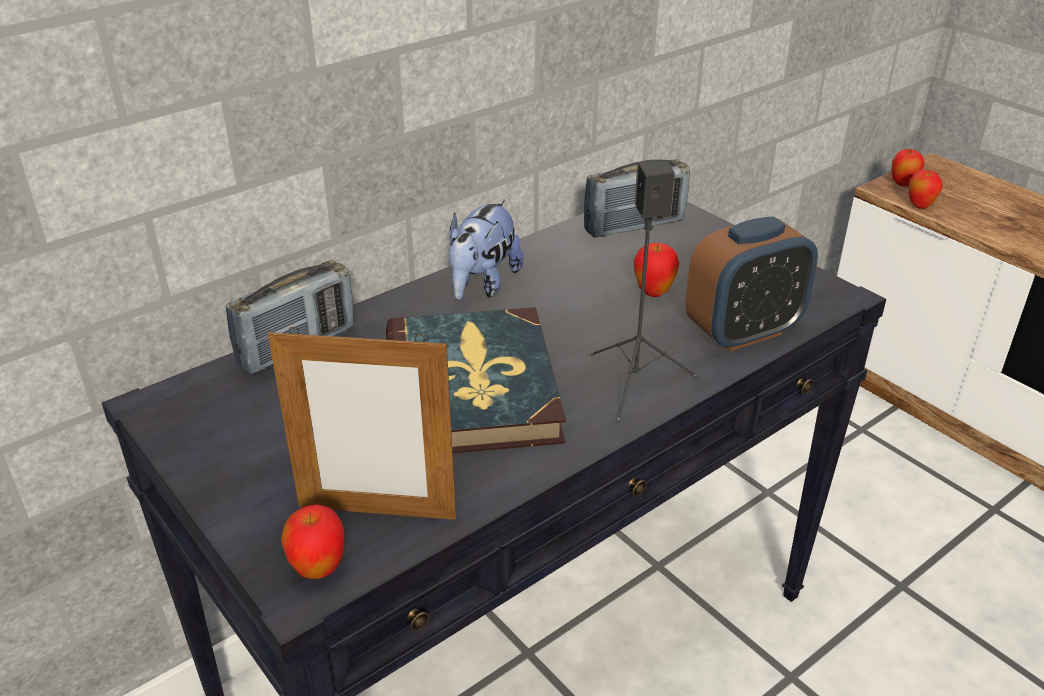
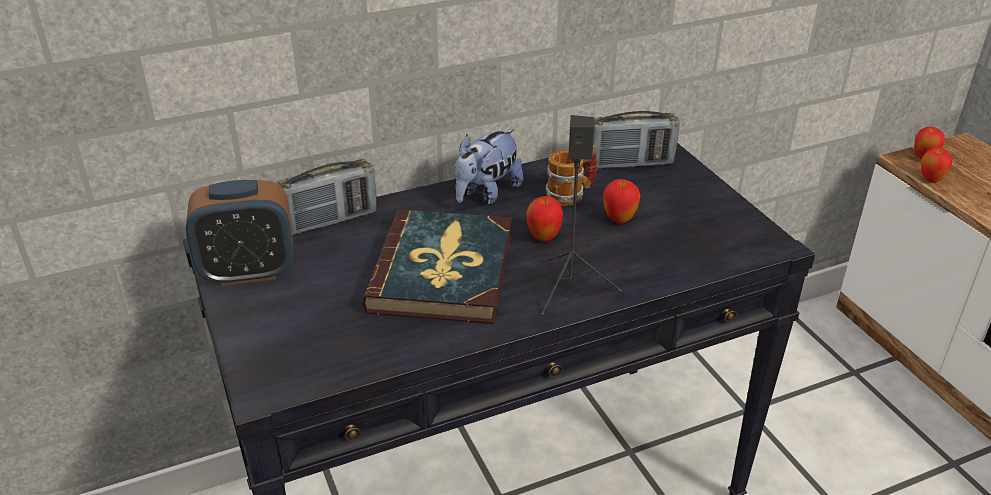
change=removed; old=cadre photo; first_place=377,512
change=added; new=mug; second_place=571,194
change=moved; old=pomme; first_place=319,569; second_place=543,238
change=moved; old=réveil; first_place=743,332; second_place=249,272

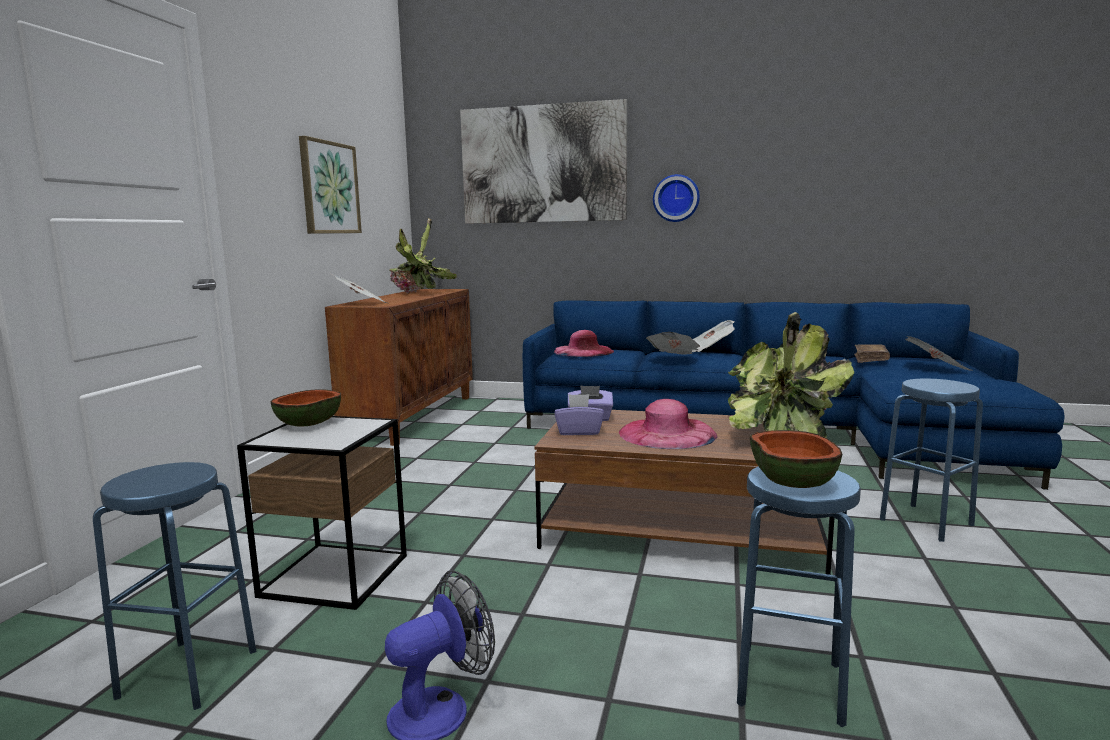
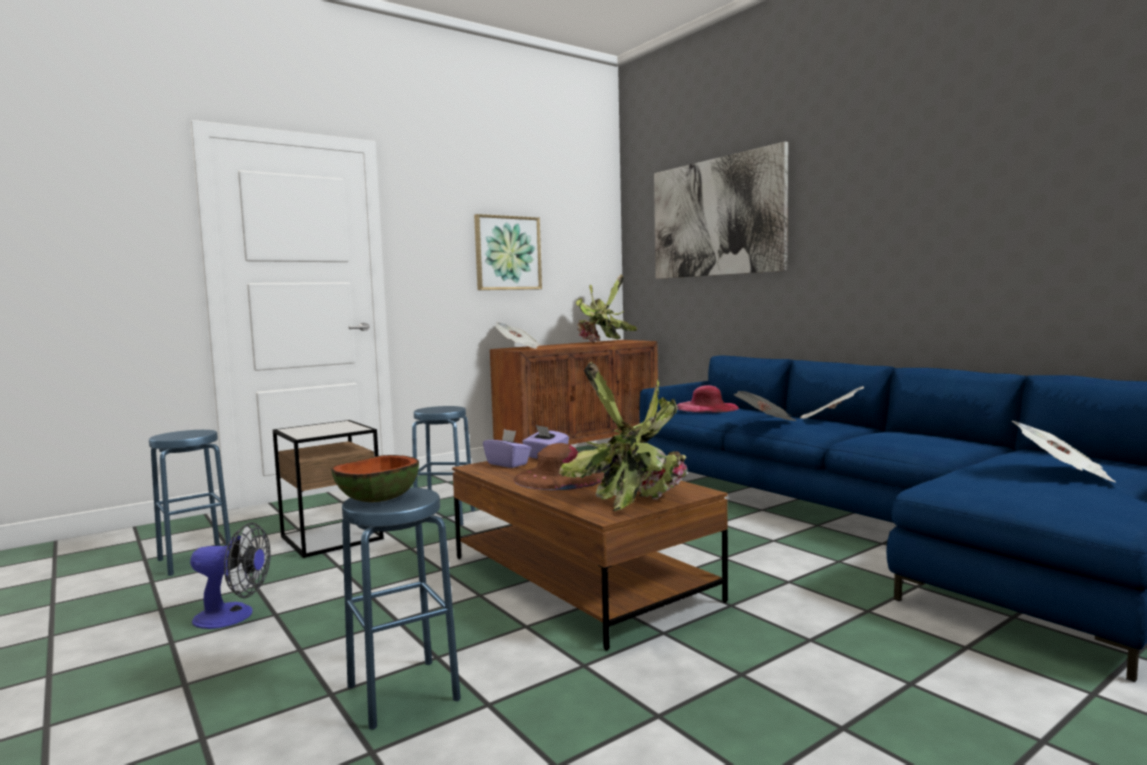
change=removed; old=bol; first_place=309,424
change=removed; old=horloge murale; first_place=676,198
change=removed; old=livre [marron]; first_place=870,359
change=moved; old=tabouret [bleu]; first_place=926,522; second_place=445,517
change=recoloured; old=chapeau [rose]; new=chapeau [marron]; first_place=667,433; second_place=560,477

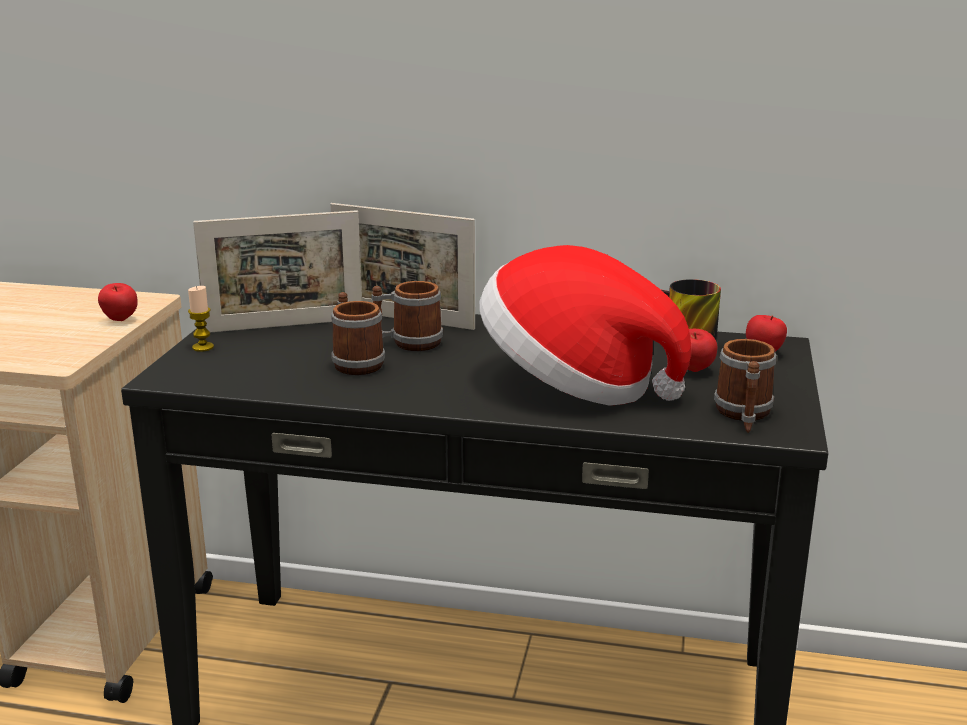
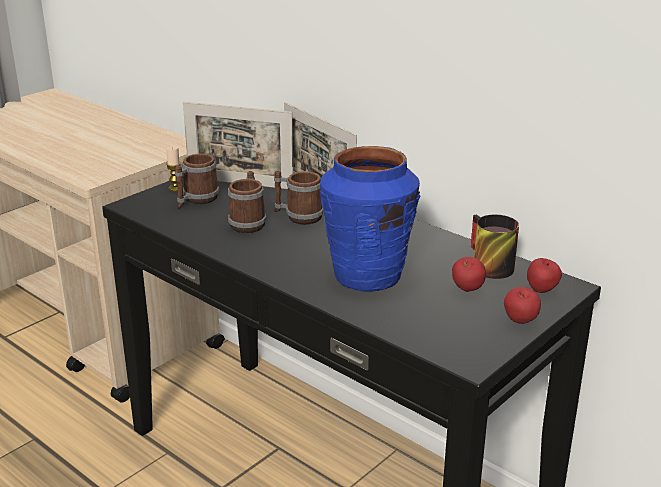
change=moved; old=pomme; first_place=120,320; second_place=520,322
change=moved; old=mug; first_place=743,415; second_place=196,200
change=replaced; old=chapeau; new=vase [bleu]; first_place=574,383; second_place=367,276

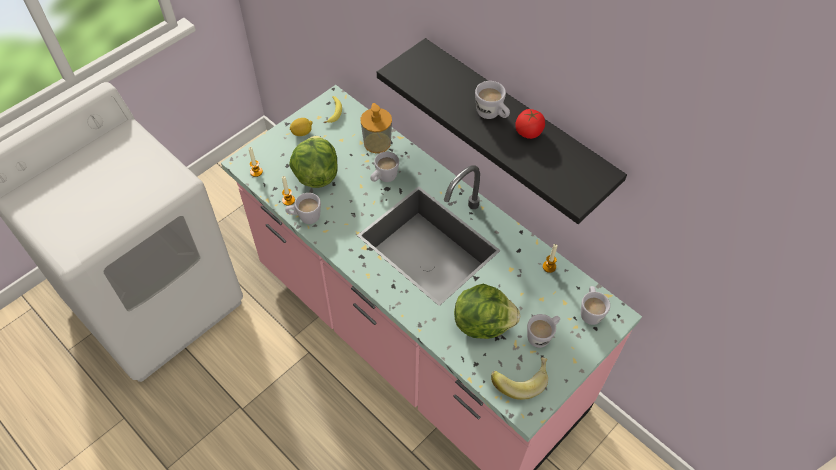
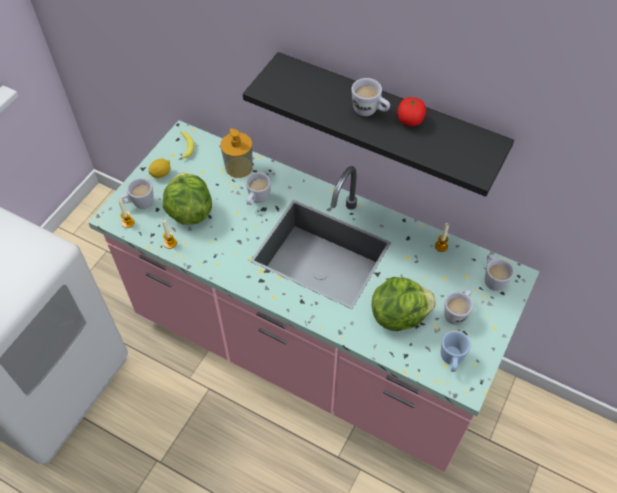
change=moved; old=mug [blanc]; first_place=305,217; second_place=139,204
change=replaced; old=banane; new=mug [bleu]; first_place=519,380; second_place=451,360

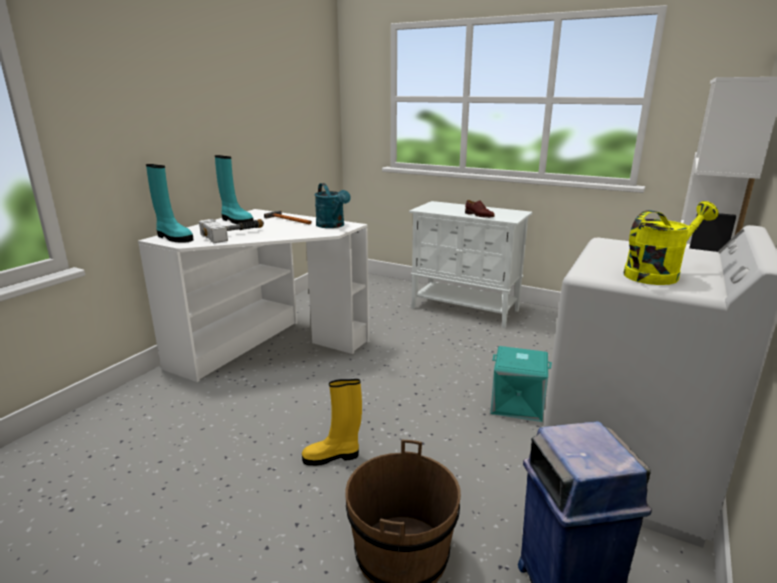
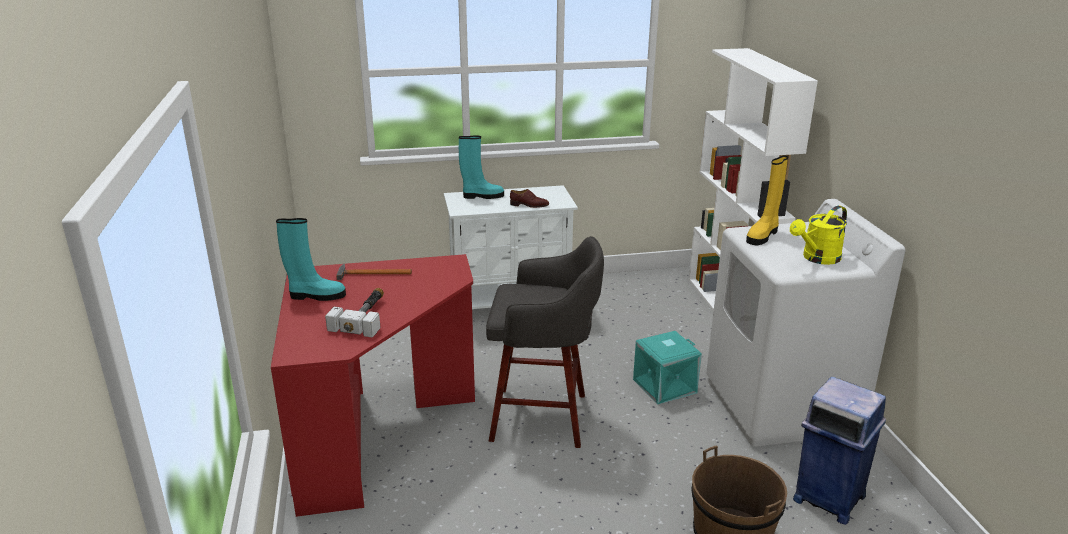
change=removed; old=arrosoir [turquoise]; first_place=332,226
change=added; new=tabouret [gris]; second_place=543,417
change=moved; old=botte [turquoise]; first_place=173,238; second_place=482,196
change=moved; old=botte [jaune]; first_place=332,456; second_place=763,235
change=recoloured; old=bureau [blanc]; new=bureau [rouge]; first_place=268,347; second_place=378,434
change=turned; old=arrosoir [jaune]; first_place=657,274; second_place=817,258; degrees=-150

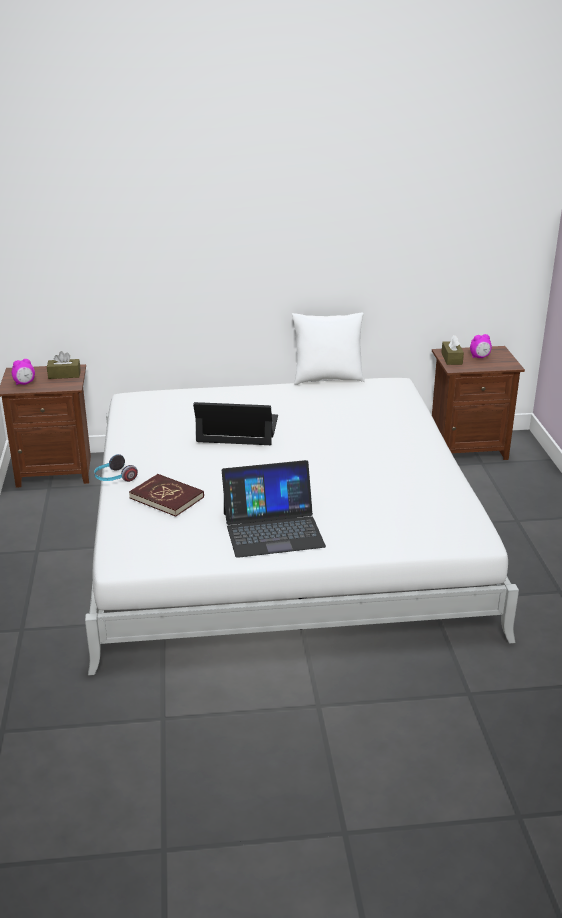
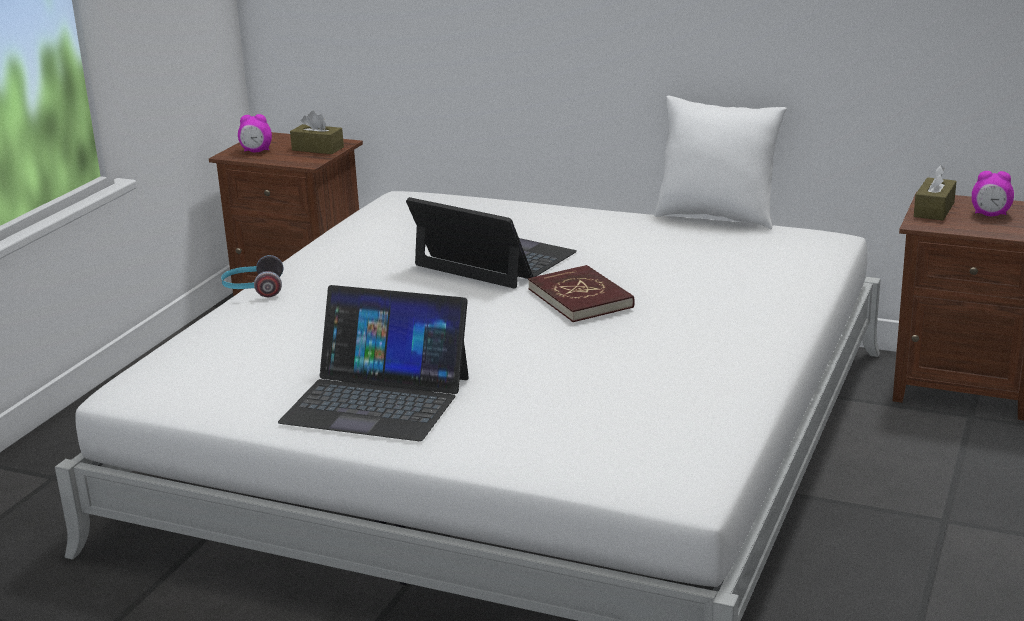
change=moved; old=livre [rouge]; first_place=167,497; second_place=581,298

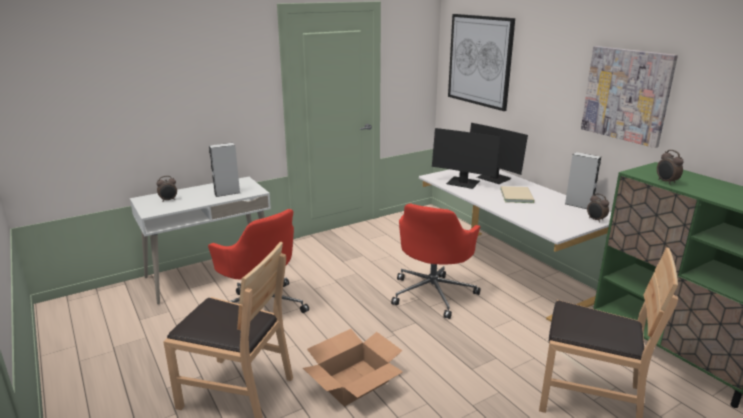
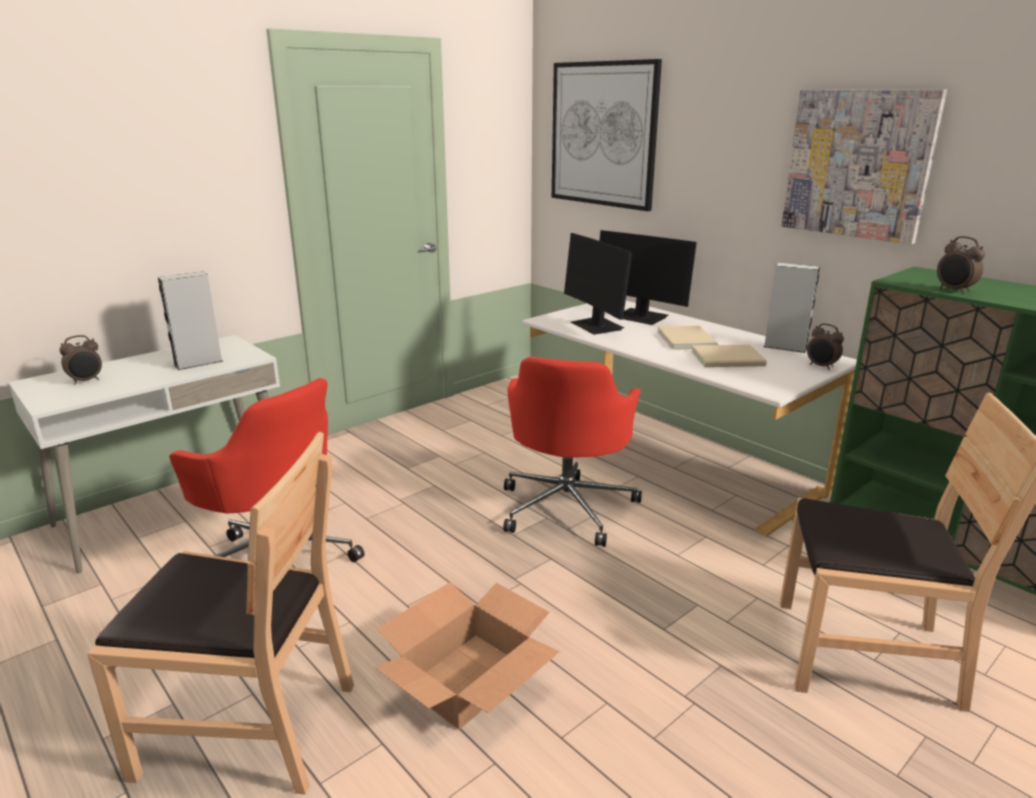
change=added; new=livre [beige]; second_place=730,359
change=turned; old=écran d'ordinateur; first_place=463,183; second_place=596,326; degrees=45

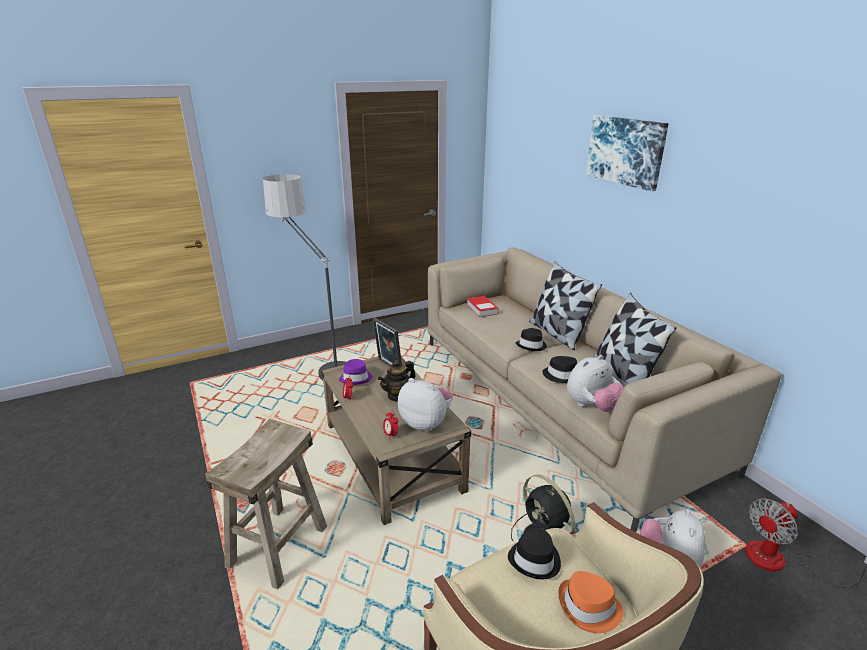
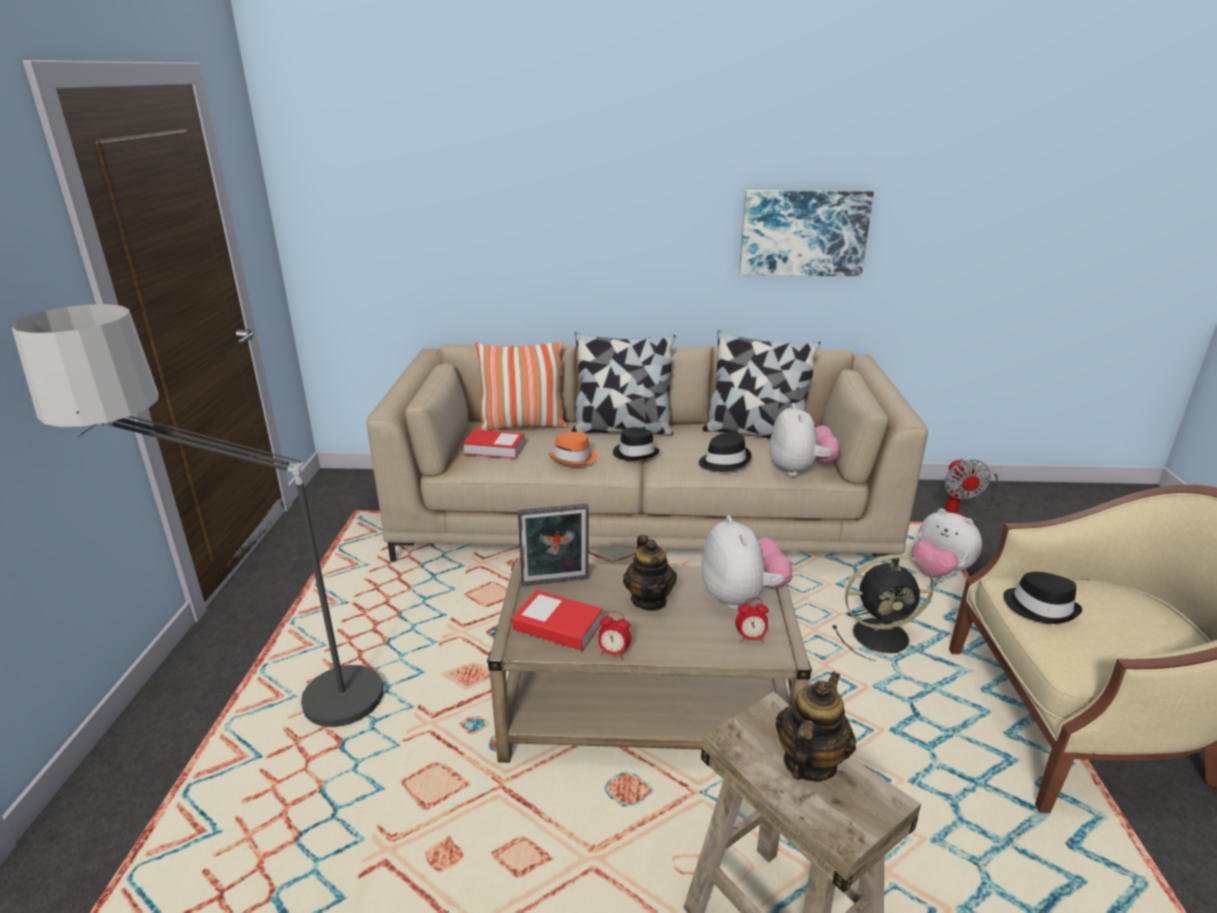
change=added; new=coussin; second_place=522,426
change=added; new=théière; second_place=809,762
change=moved; old=chapeau [orange]; first_place=589,608; second_place=574,458
change=moved; old=tableau; first_place=625,151; second_place=803,232
change=replaced; old=chapeau [violet]; new=livre; first_place=356,378; second_place=558,626
change=turned; old=peluche; first_place=426,423; second_place=741,597; degrees=105

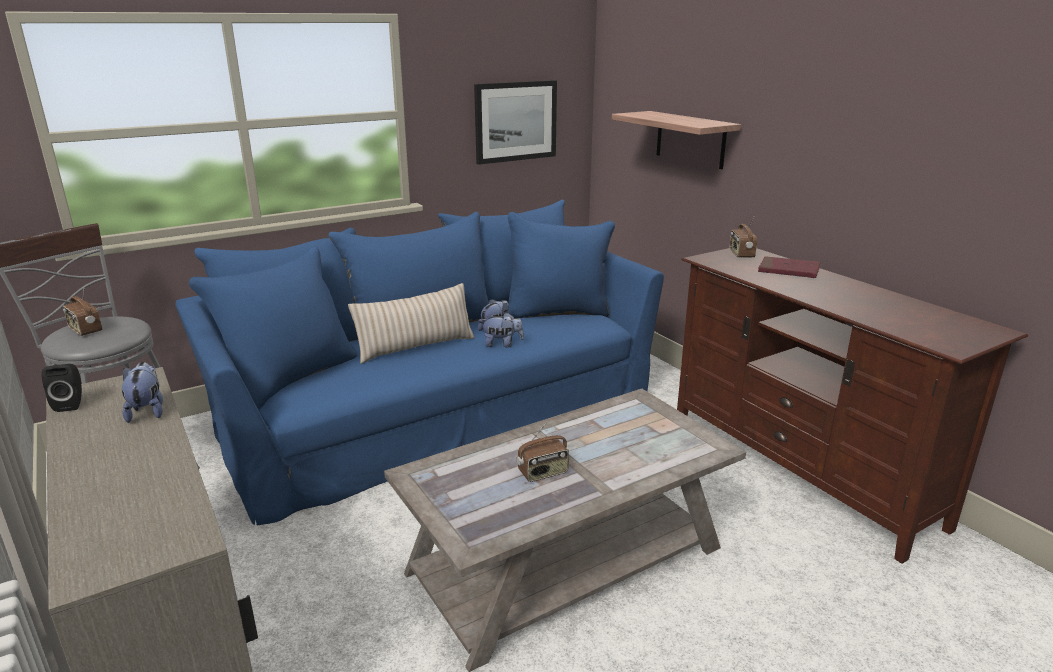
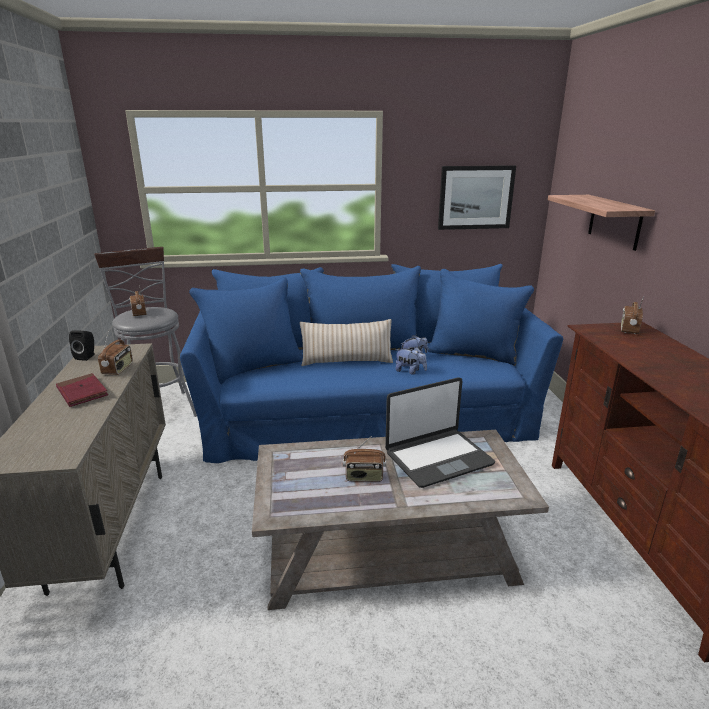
change=added; new=ordinateur portable; second_place=438,458
change=moved; old=livre [rouge]; first_place=788,270; second_place=82,392
change=replaced; old=peluche; new=radio; first_place=147,411; second_place=118,369

